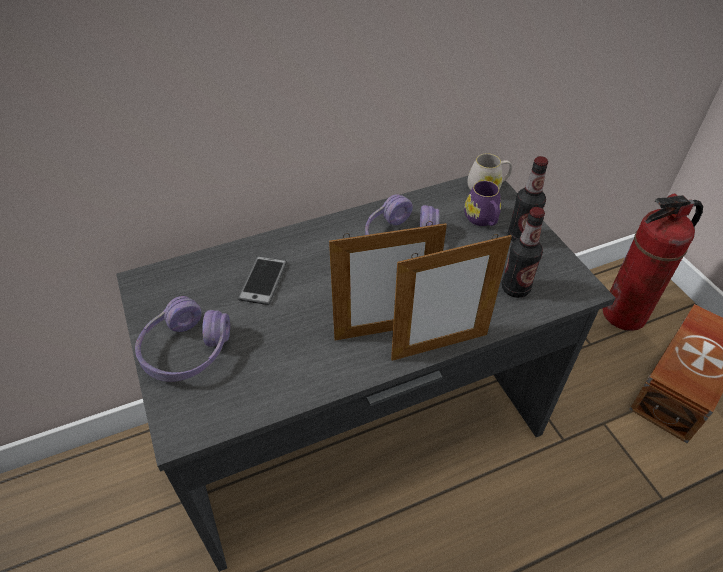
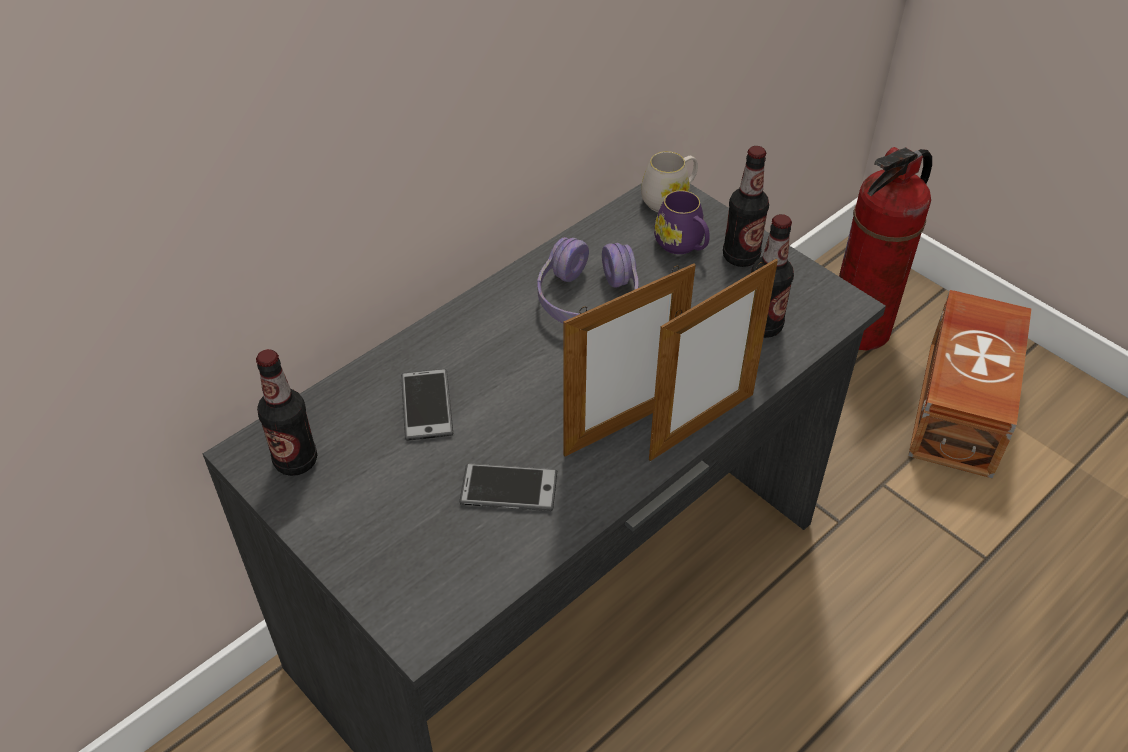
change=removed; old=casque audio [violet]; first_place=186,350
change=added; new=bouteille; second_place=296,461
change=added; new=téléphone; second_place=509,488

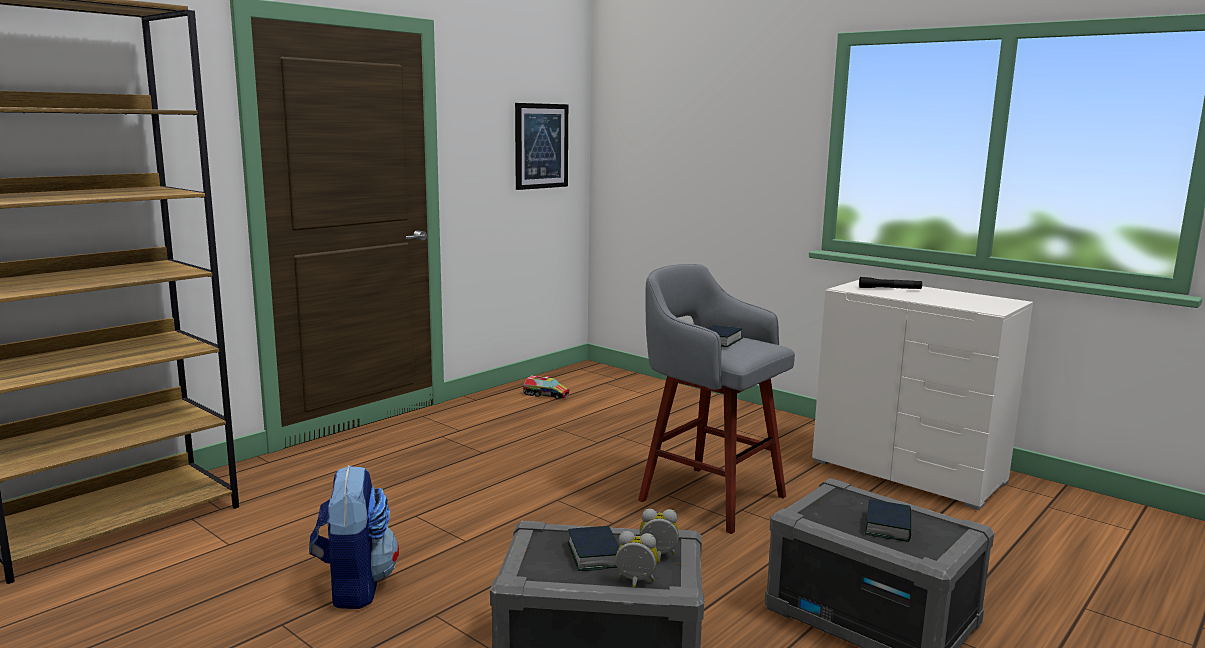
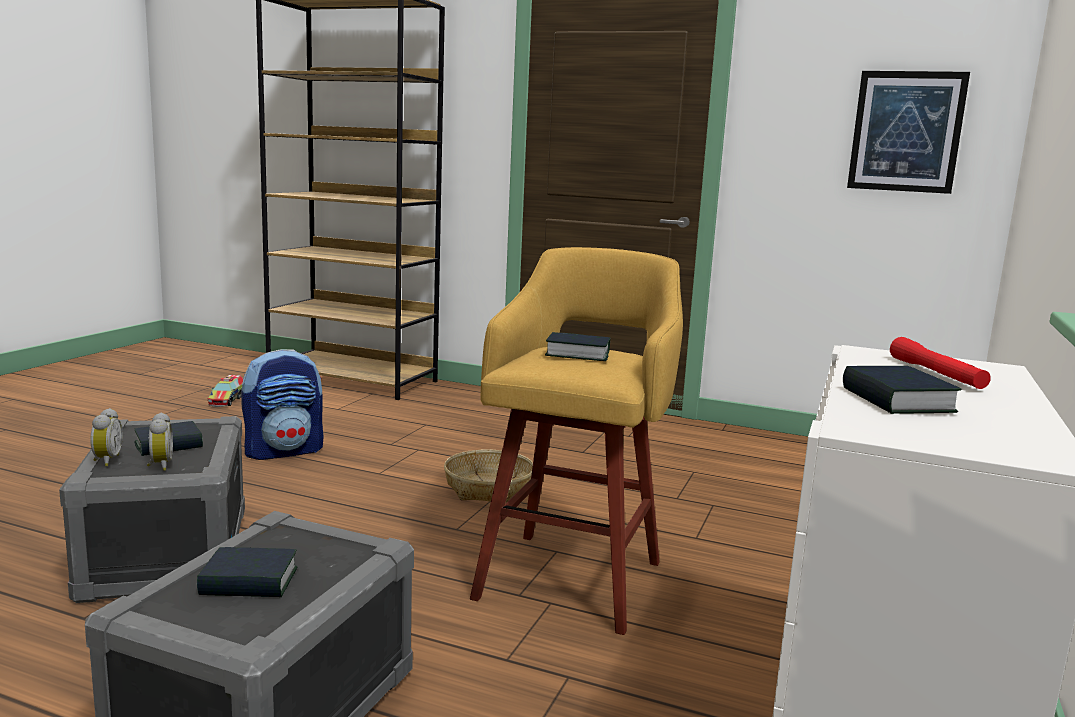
change=added; new=panier; second_place=489,488
change=added; new=livre; second_place=896,401
change=moved; old=camion jouet; first_place=546,395; second_place=227,400
change=recoloured; old=tabouret [gris]; new=tabouret [jaune]; first_place=708,497; second_place=572,577
change=recoloured; old=lampe de poche [noir]; new=lampe de poche [rouge]; first_place=889,289; second_place=936,374

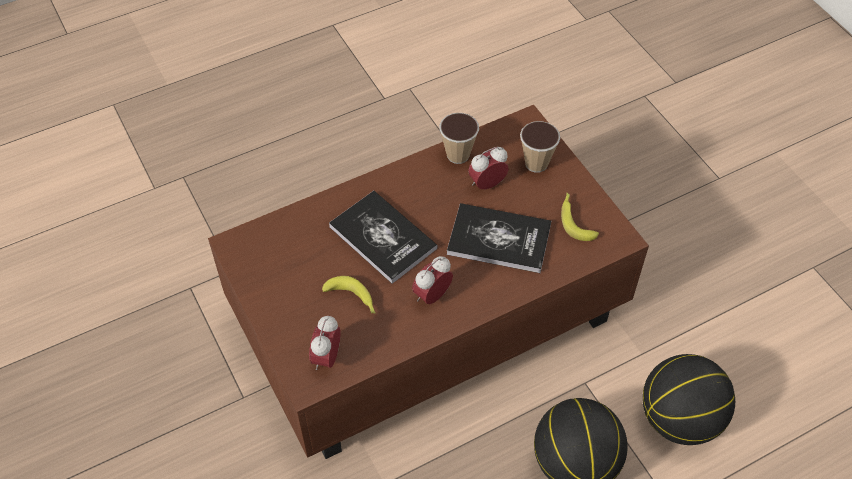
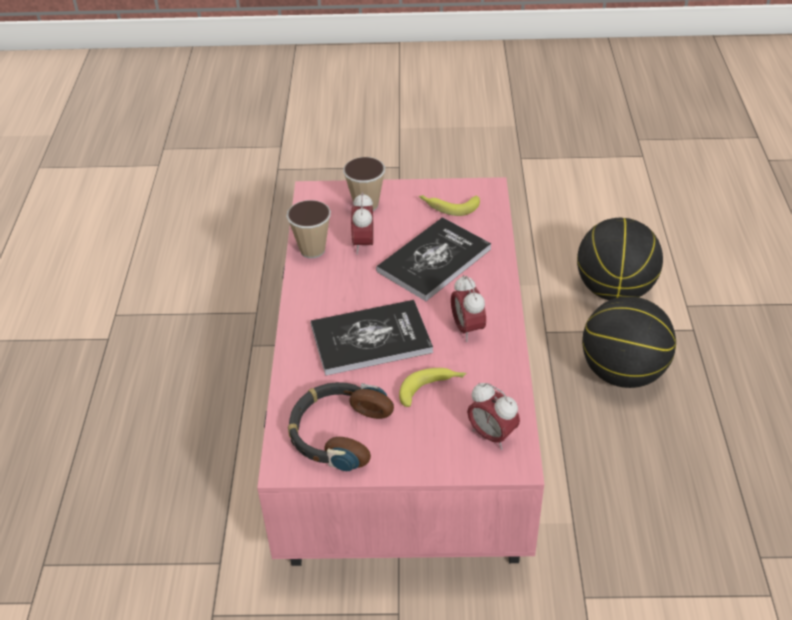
change=added; new=casque audio; second_place=338,431
change=recoloured; old=table basse [marron]; new=table basse [rose]; first_place=424,317; second_place=402,415

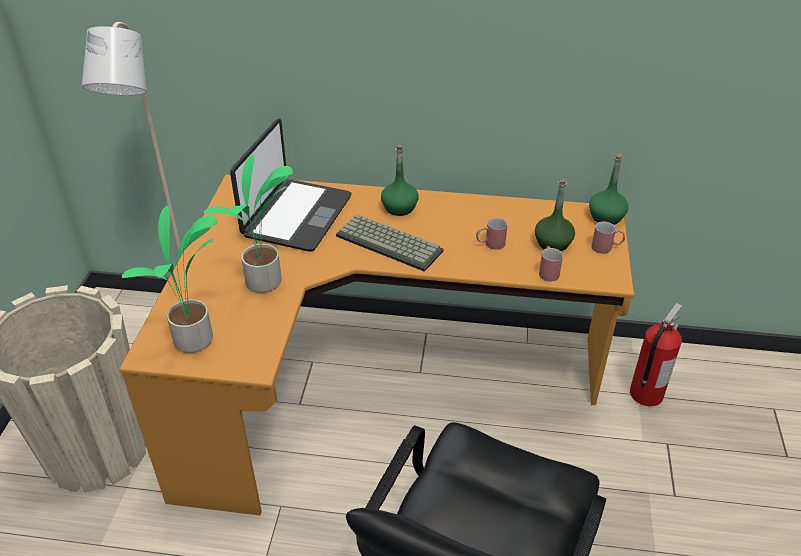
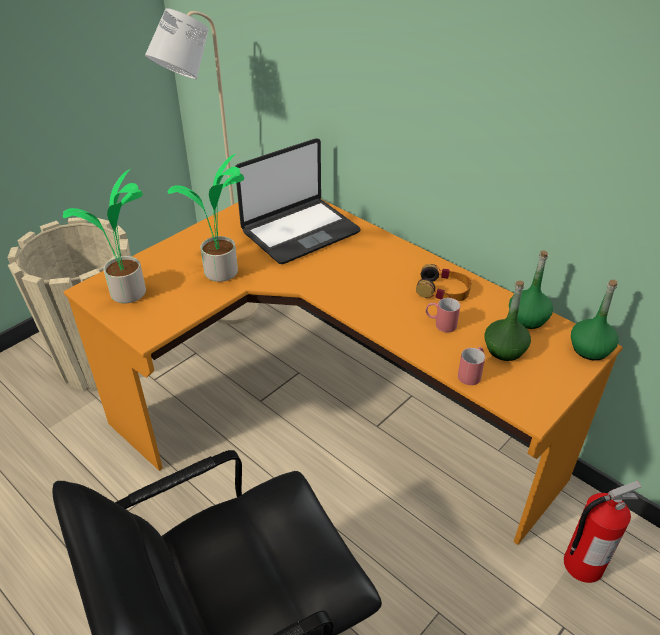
change=removed; old=clavier; first_place=391,243
change=removed; old=mug [rouge]; first_place=606,248
change=added; new=casque audio; second_place=443,290
change=moved; old=bouteille [vert]; first_place=399,207; second_place=527,318

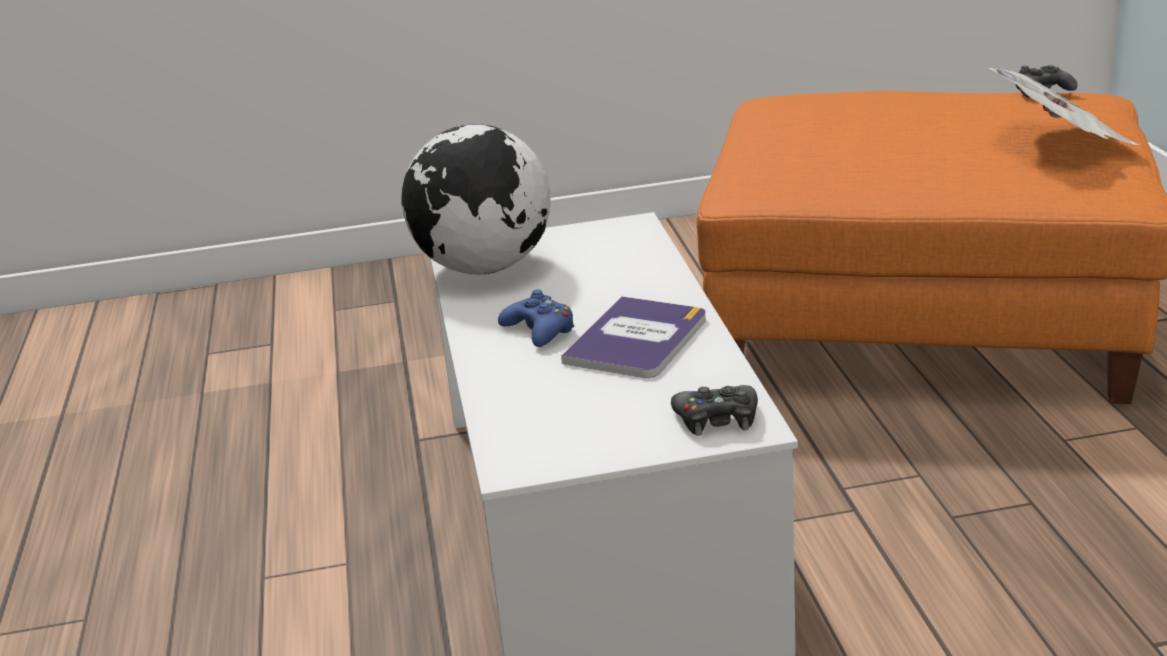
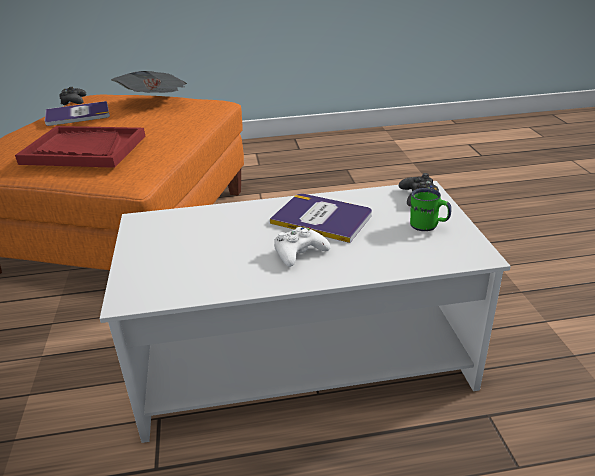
change=removed; old=globe; first_place=484,268
change=added; new=plateau [rouge]; second_place=84,150
change=added; new=livre; second_place=77,115
change=added; new=mug [vert]; second_place=428,226
change=recoloured; old=manette [bleu]; new=manette [blanc]; first_place=539,330; second_place=299,252

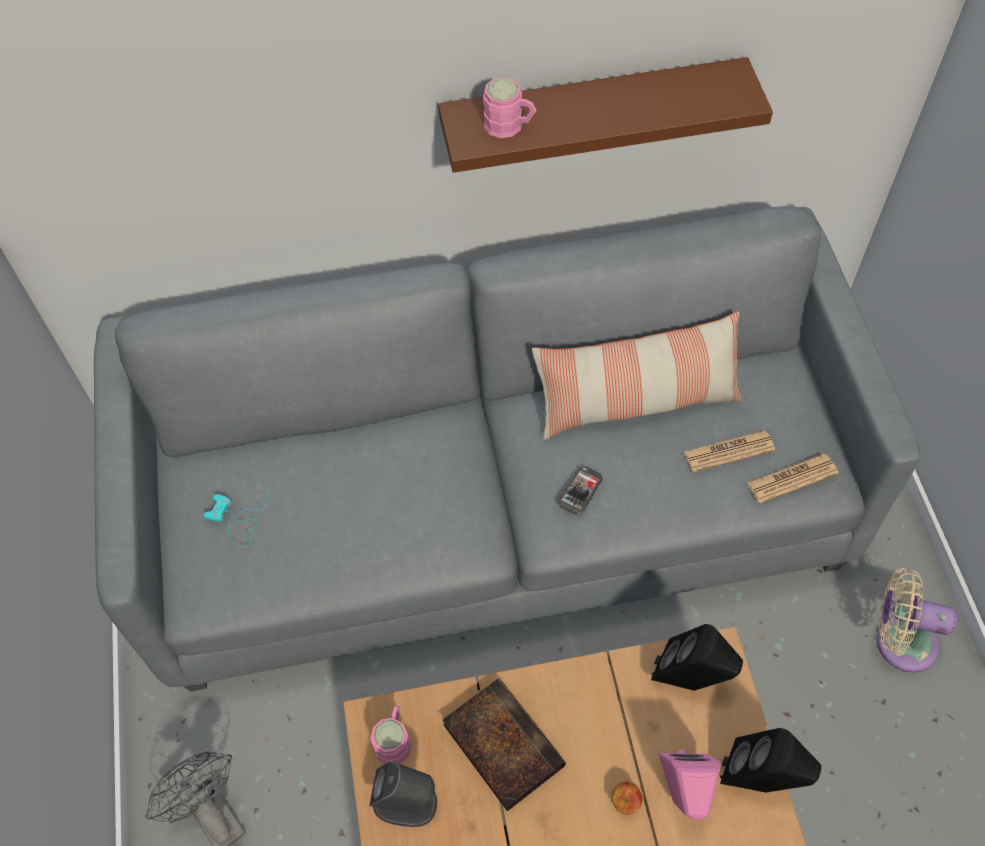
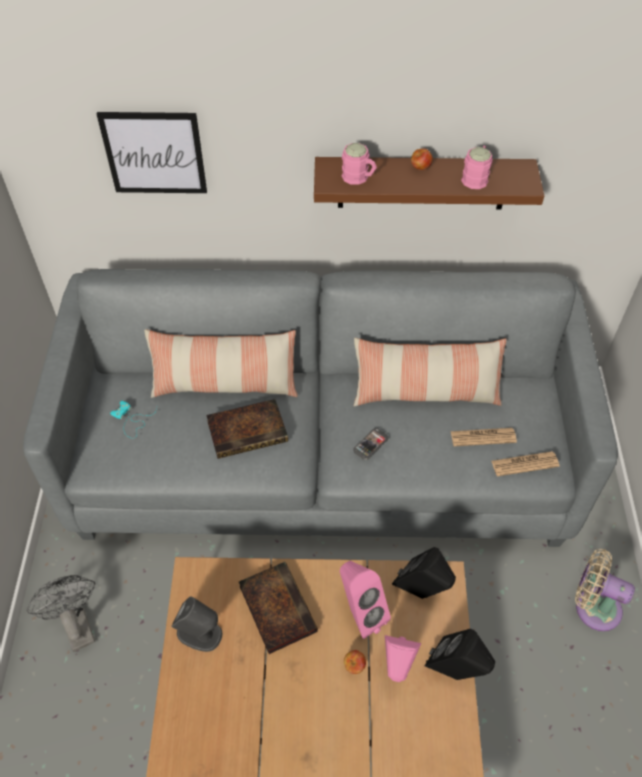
change=added; new=tableau; second_place=154,153
change=added; new=coussin; second_place=225,384
change=added; new=livre; second_place=249,430
change=added; new=enceinte [rose]; second_place=360,613
change=added; new=pomme; second_place=420,168
change=moved; old=mug [rose]; first_place=394,740; second_place=476,177

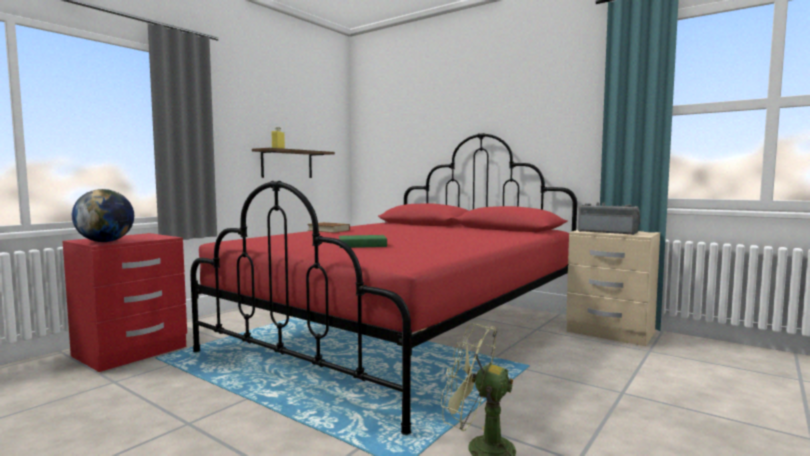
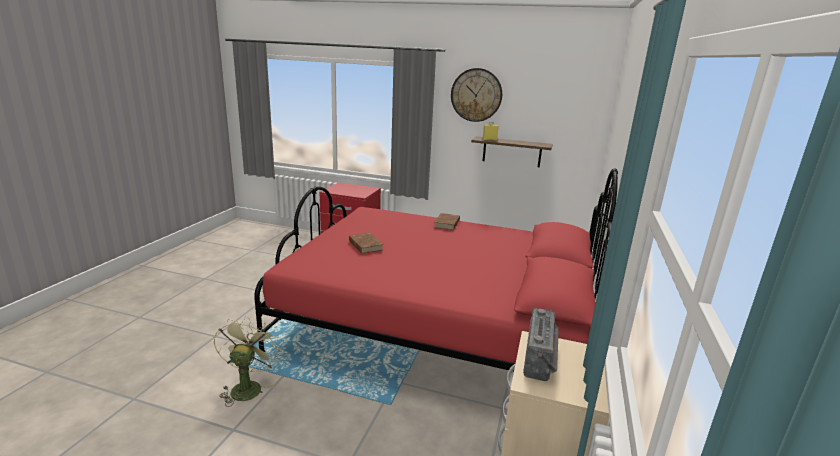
change=removed; old=globe; first_place=105,242
change=added; new=horloge murale; second_place=476,95
change=recoloured; old=livre [vert]; new=livre [marron]; first_place=362,245; second_place=365,246

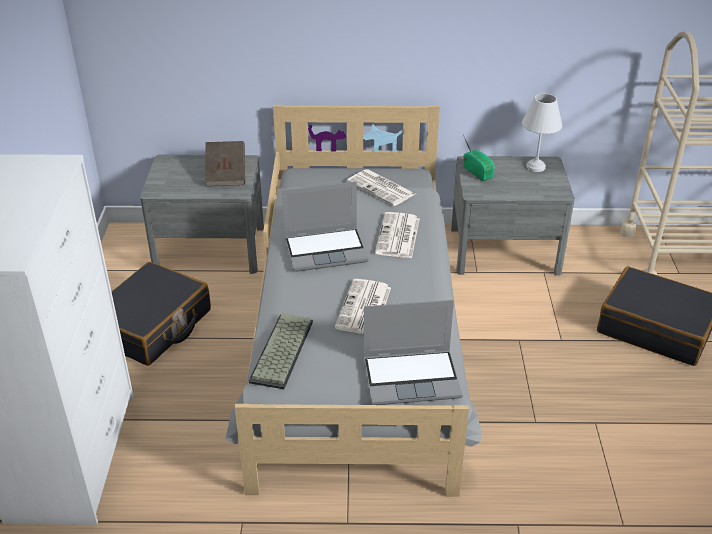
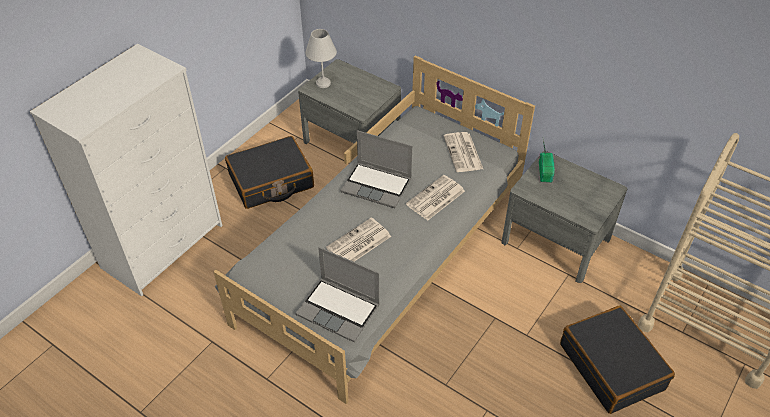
change=removed; old=livre [marron]; first_place=226,174
change=removed; old=clavier; first_place=283,352
change=moved; old=lampe de table [blanc]; first_place=536,167; second_place=323,83

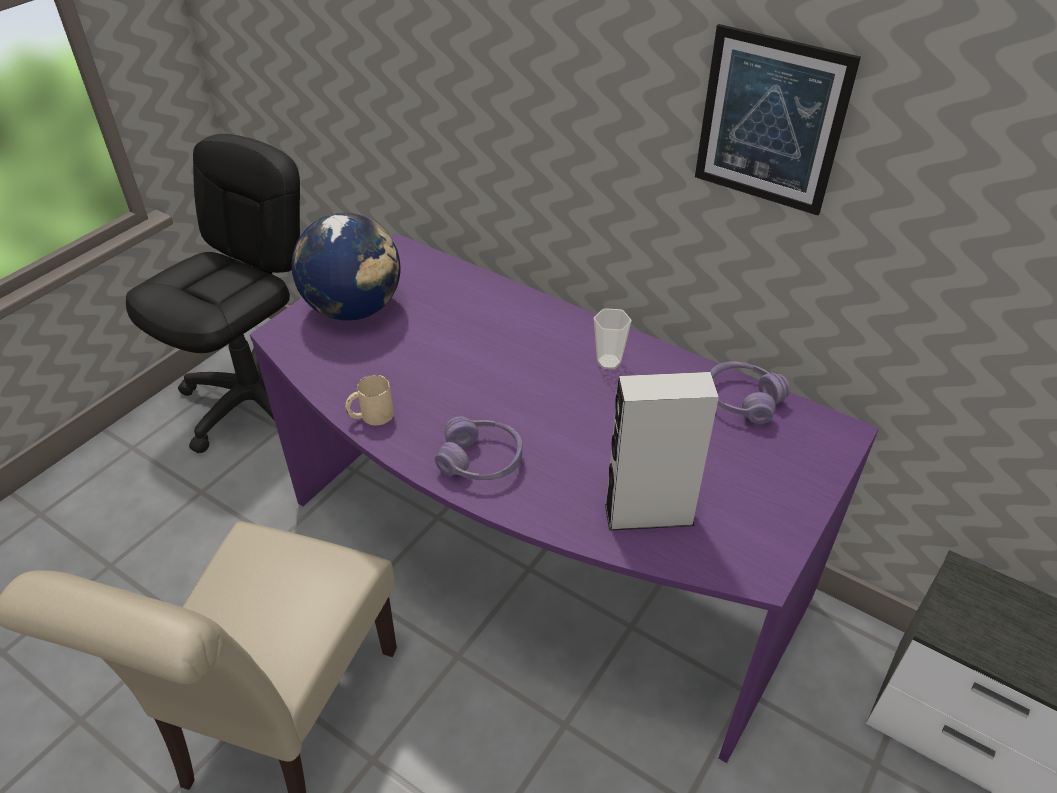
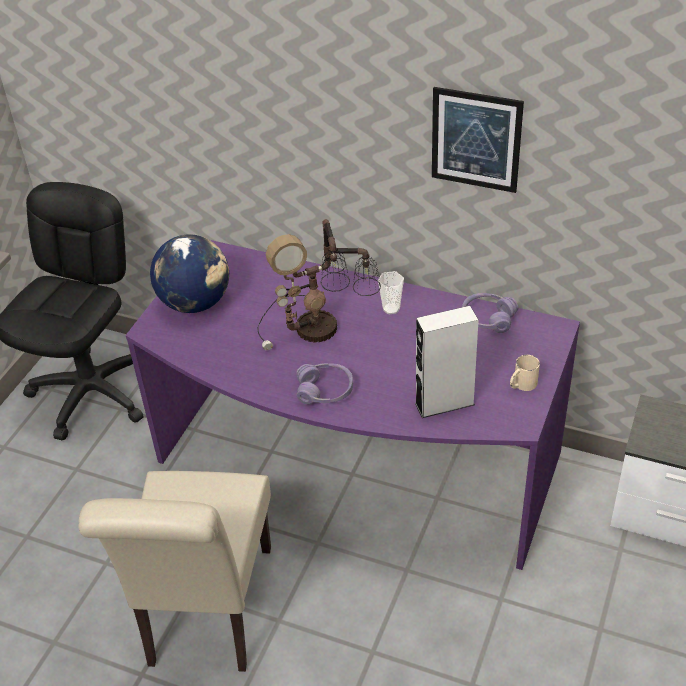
change=added; new=lampe de table; second_place=320,329
change=moved; old=mug [beige]; first_place=371,416; second_place=521,385

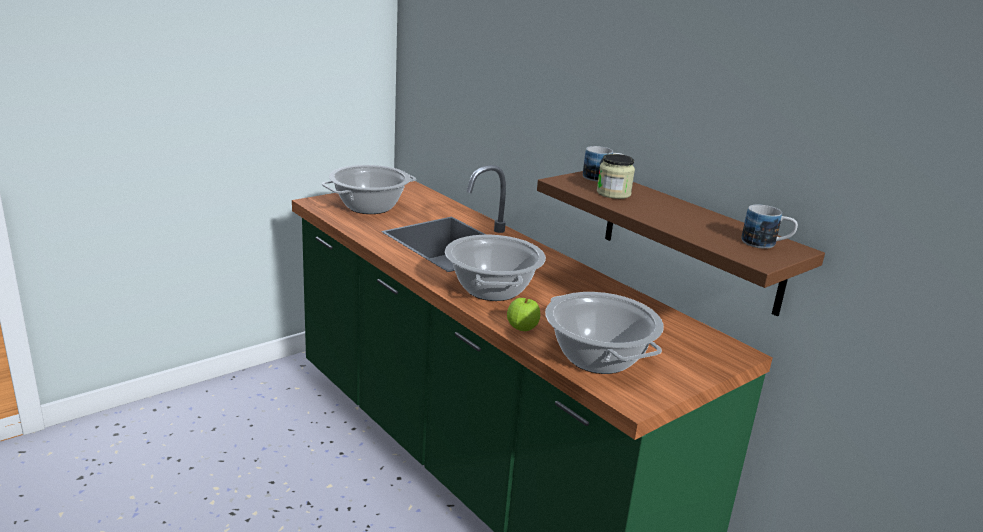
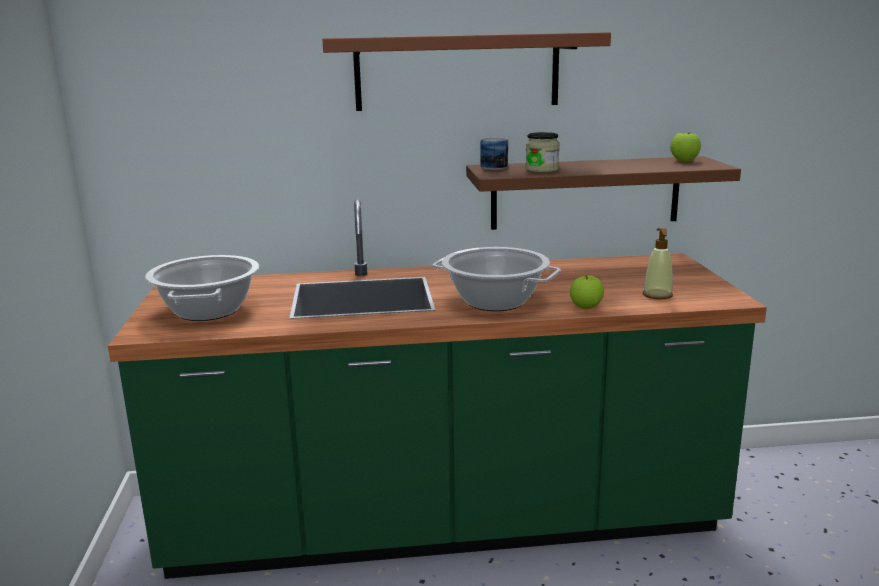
change=added; new=étagère [marron]; second_place=457,72
change=replaced; old=marmite; new=distributeur de savon; first_place=598,358; second_place=657,295
change=replaced; old=mug; new=pomme; first_place=766,244; second_place=684,161

